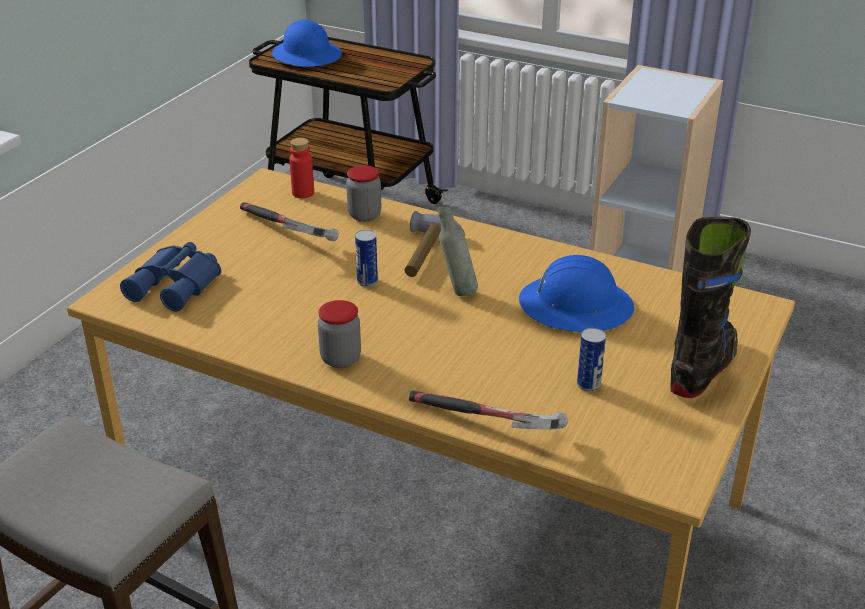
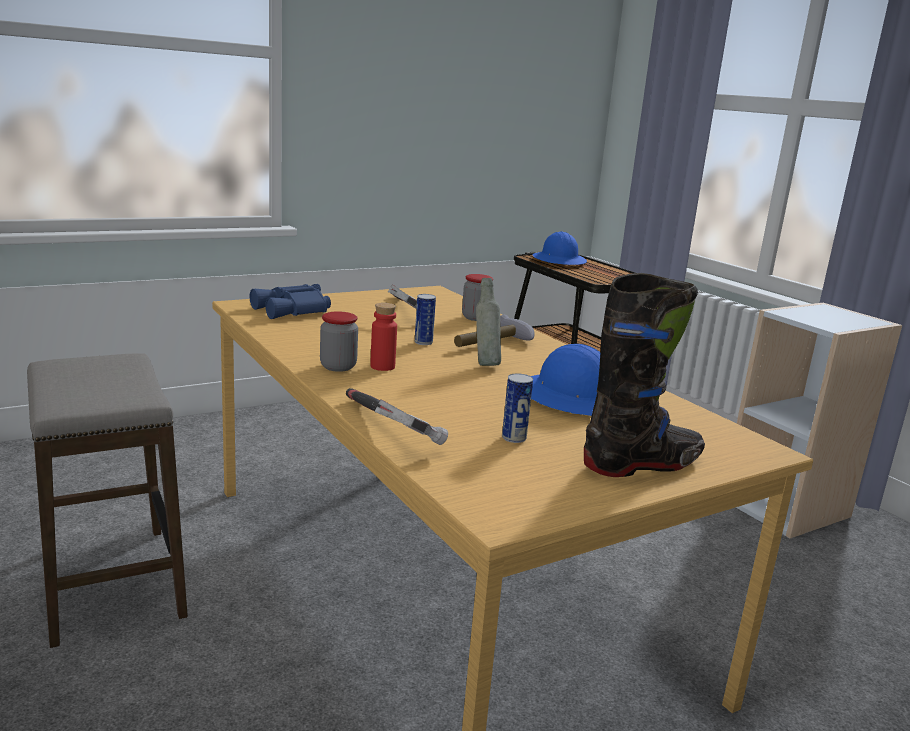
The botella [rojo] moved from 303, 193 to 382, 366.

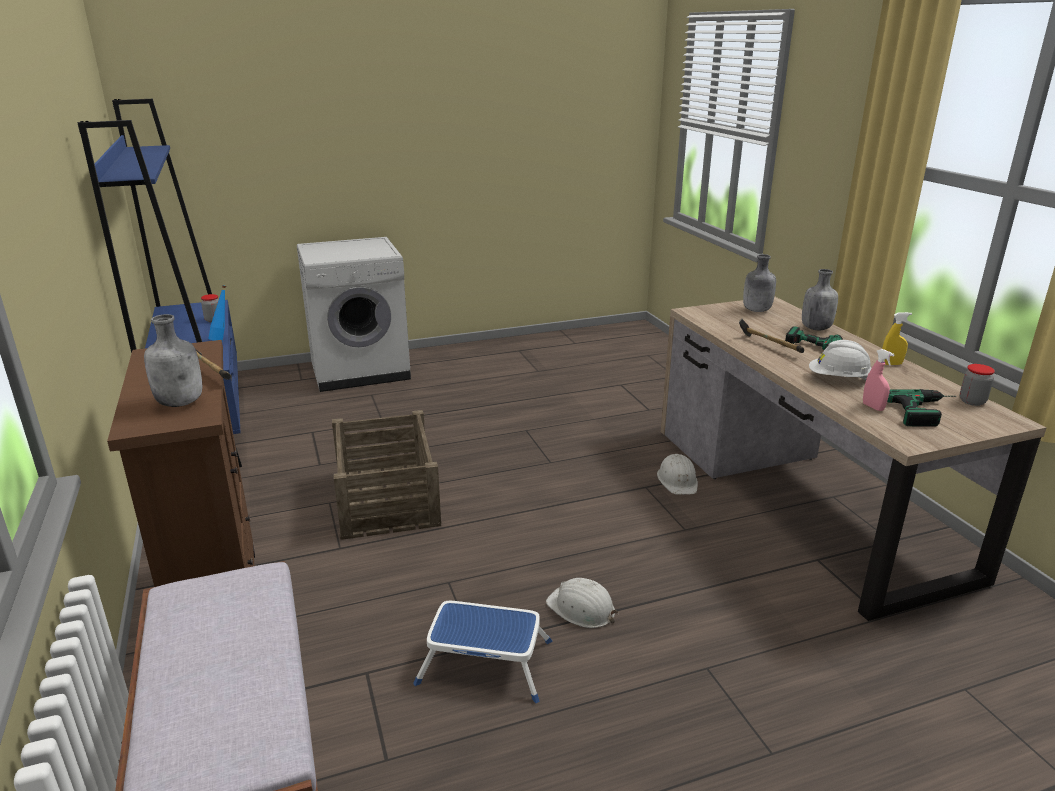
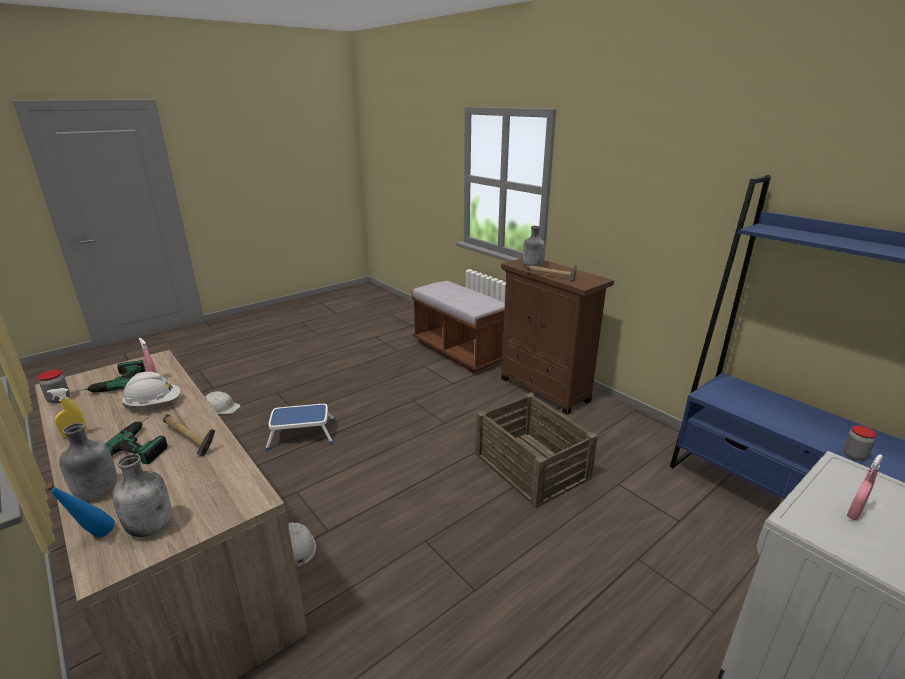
The botella [azul] moved from 222, 339 to 94, 539.
The casco [blanco] moved from 581, 609 to 220, 408.
The escalera de tijera [azul] moved from 485, 662 to 301, 434.
The pulverizador [rosa] at 854, 513 appeared.

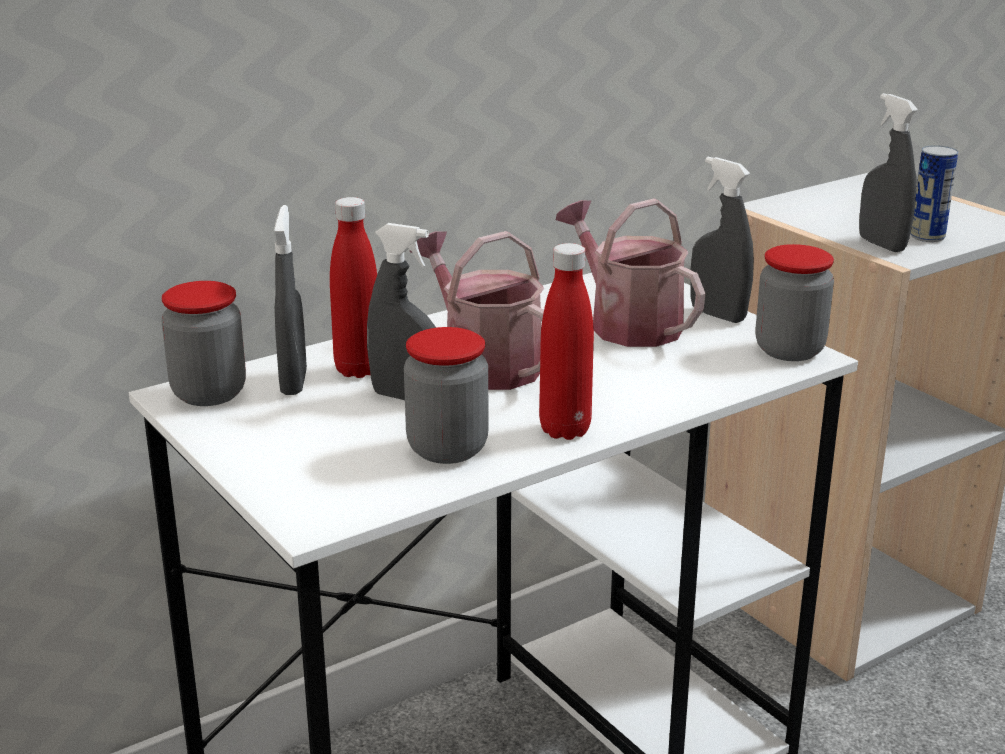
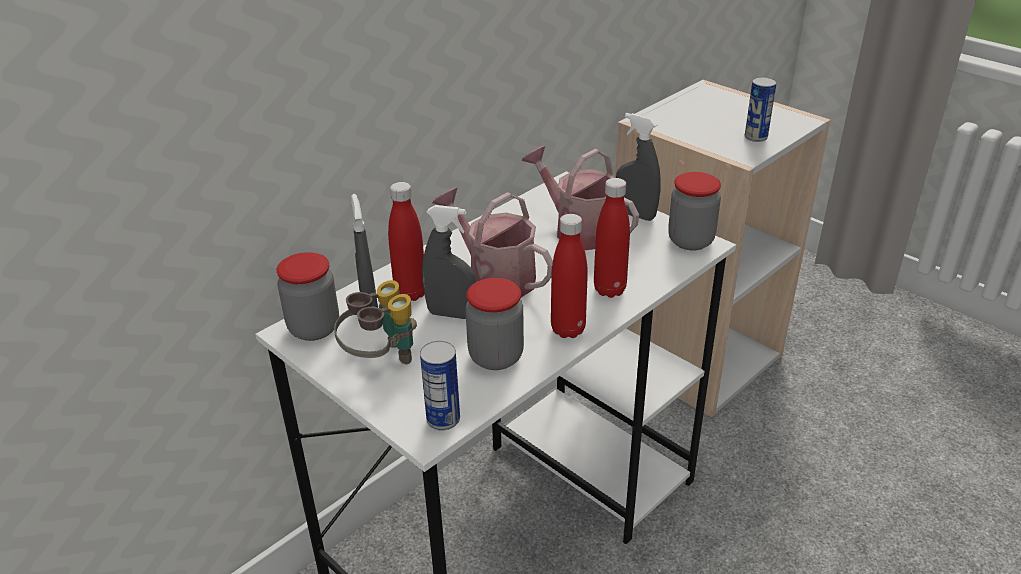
The pulverizador [gris] at 881, 244 disappeared.
The botella [rojo] at 609, 290 appeared.
The prismáticos at 381, 360 appeared.
The lata at 443, 419 appeared.

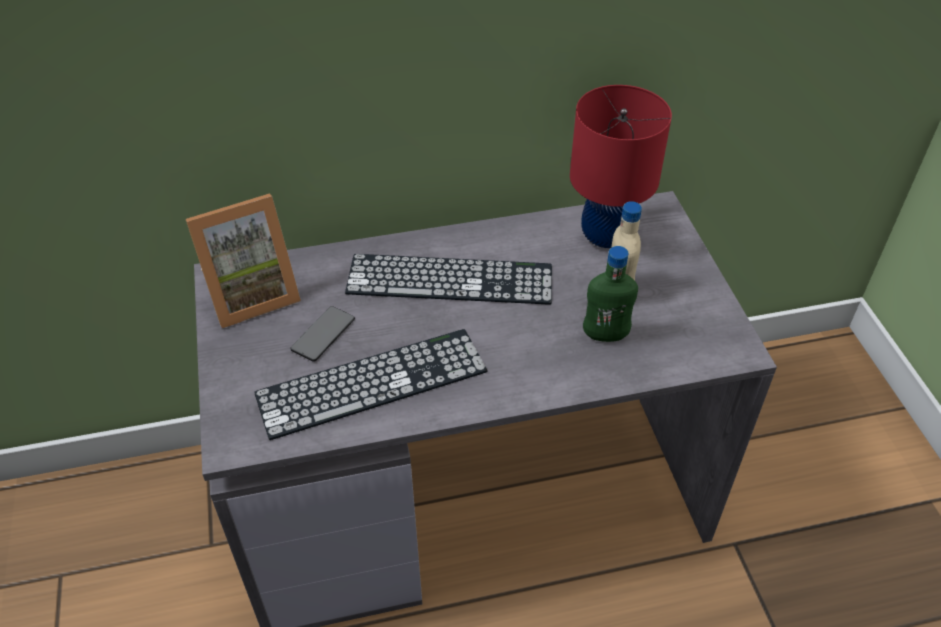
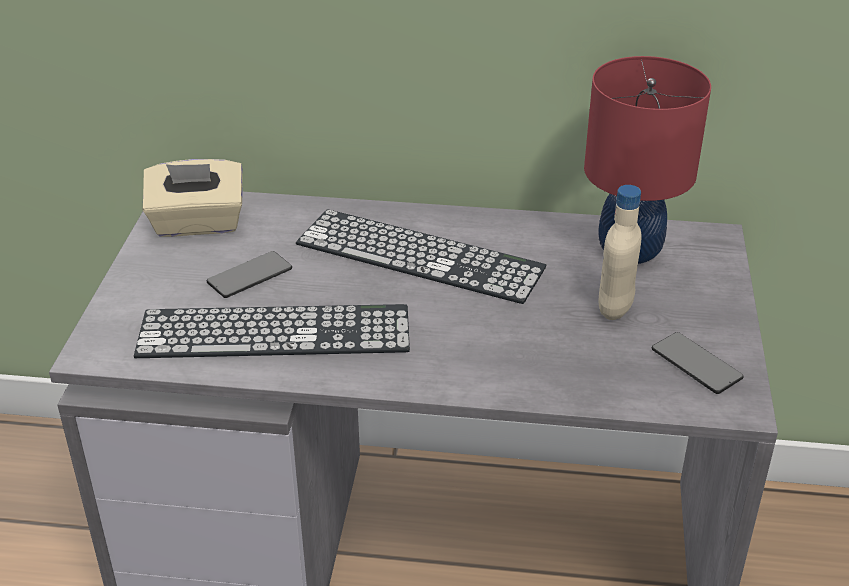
The portarretratos at 251, 294 was replaced by the caja de pañuelos [beis] at 197, 224.
The botella [verde] at 605, 335 disappeared.
The móvil at 696, 364 appeared.

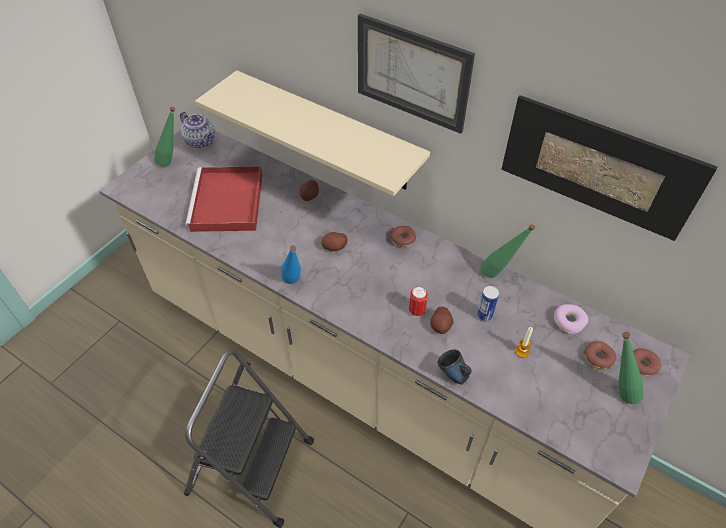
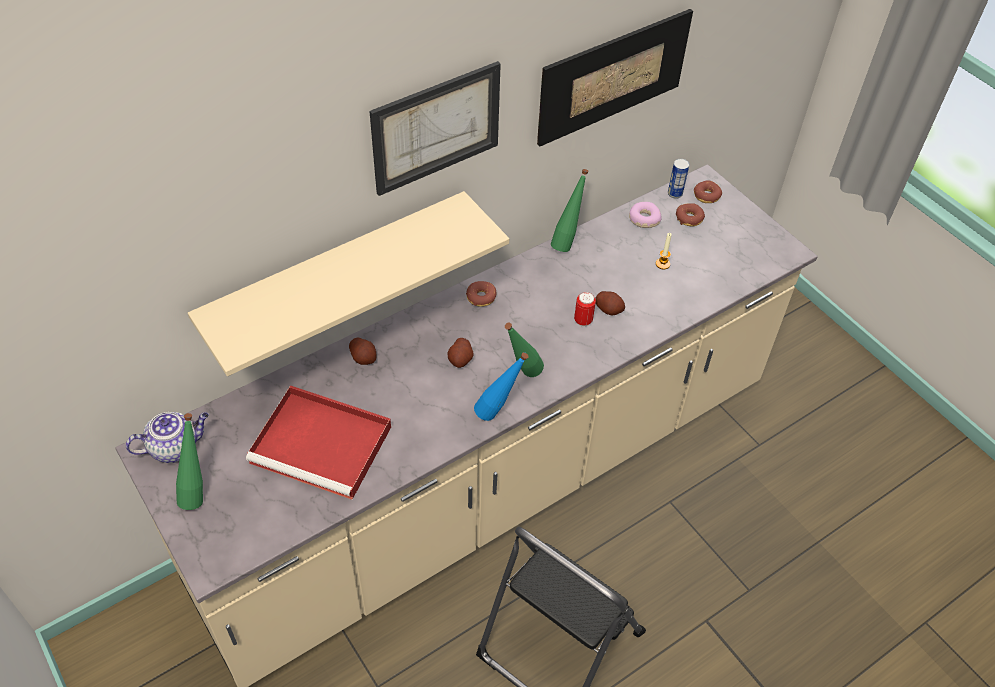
The lata moved from 484, 316 to 675, 194.
The botella [verde] moved from 617, 390 to 521, 375.
The taza grande [azul] at 452, 376 disappeared.

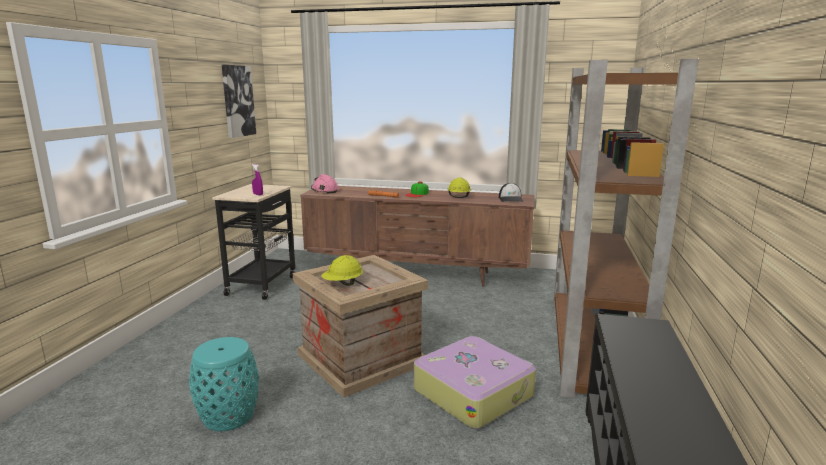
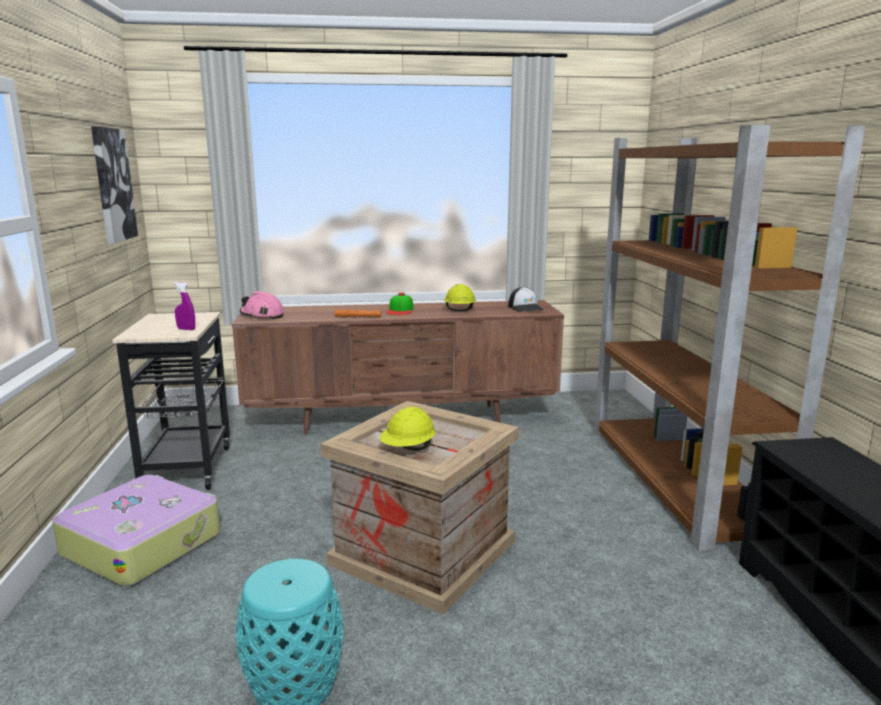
The maleta moved from 473, 392 to 143, 543.

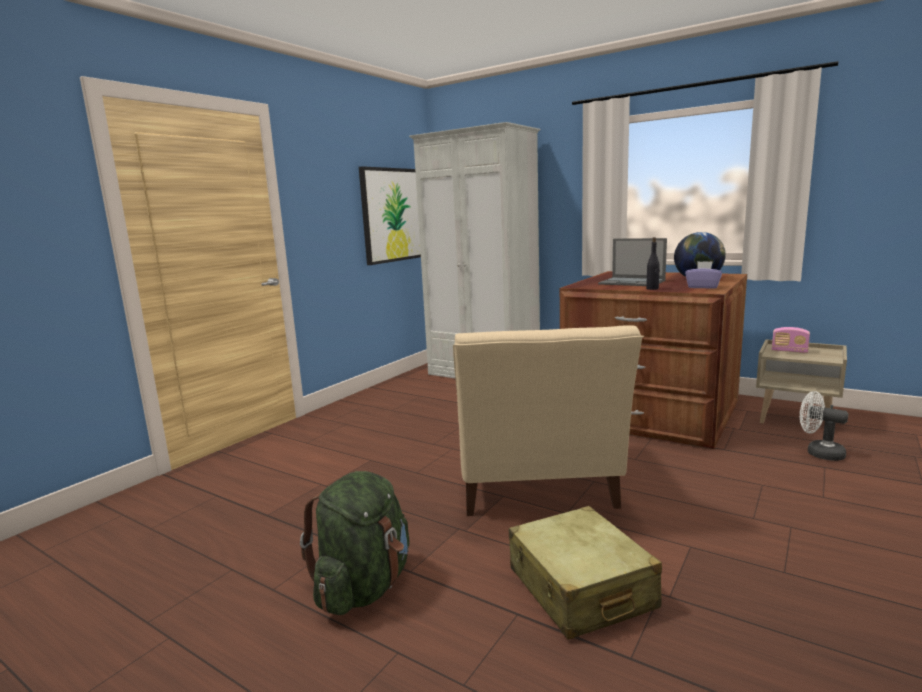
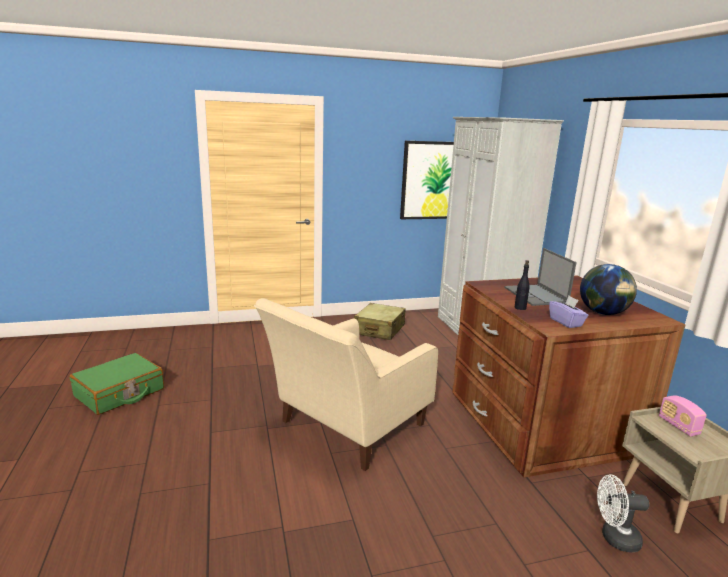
The ventilador [blanco] at 819, 453 turned 75 degrees counterclockwise.
The mochila [verde] at 364, 587 disappeared.
The maleta [beis] moved from 580, 588 to 379, 330.
The maleta [verde] at 120, 393 appeared.

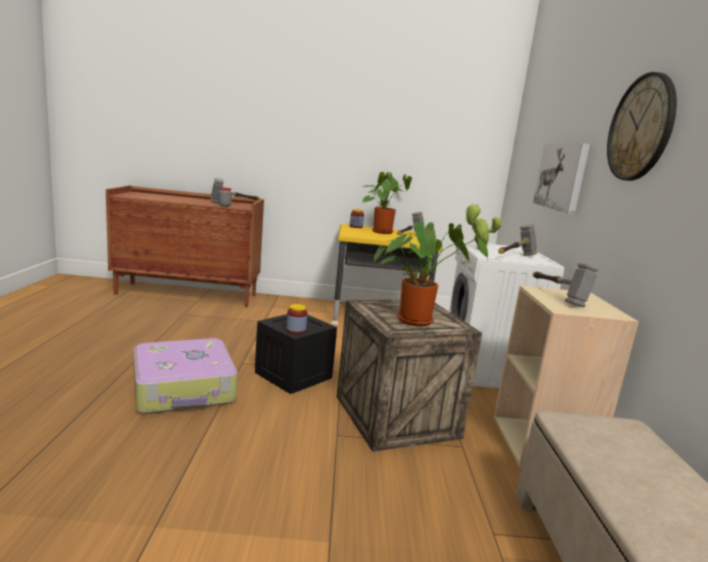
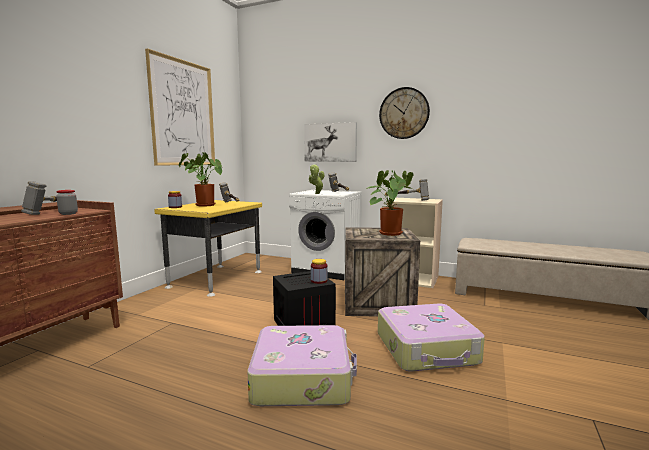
The cuadro at 183, 113 appeared.
The maleta at 427, 349 appeared.

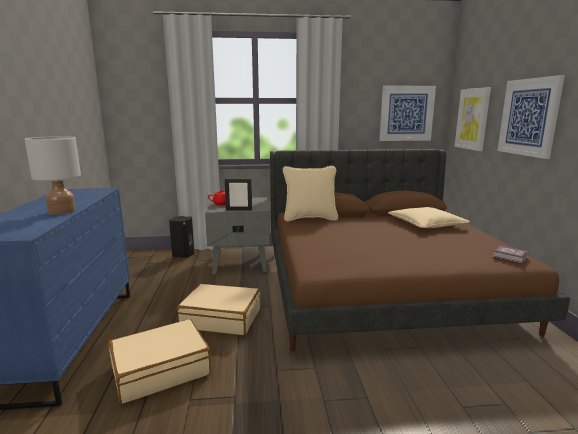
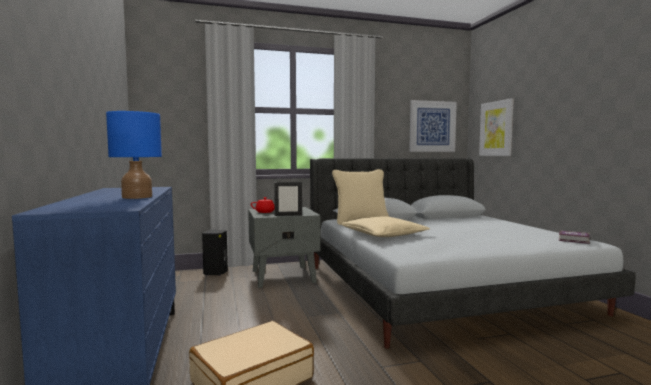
The cuadro at 528, 117 disappeared.
The lámpara de mesa [gris] at 62, 211 became the lámpara de mesa [azul] at 137, 197.
The cama [marrón] at 380, 287 became the cama [gris] at 439, 288.
The cojín [beis] moved from 426, 223 to 383, 234.
The maleta [beis] at 221, 318 disappeared.

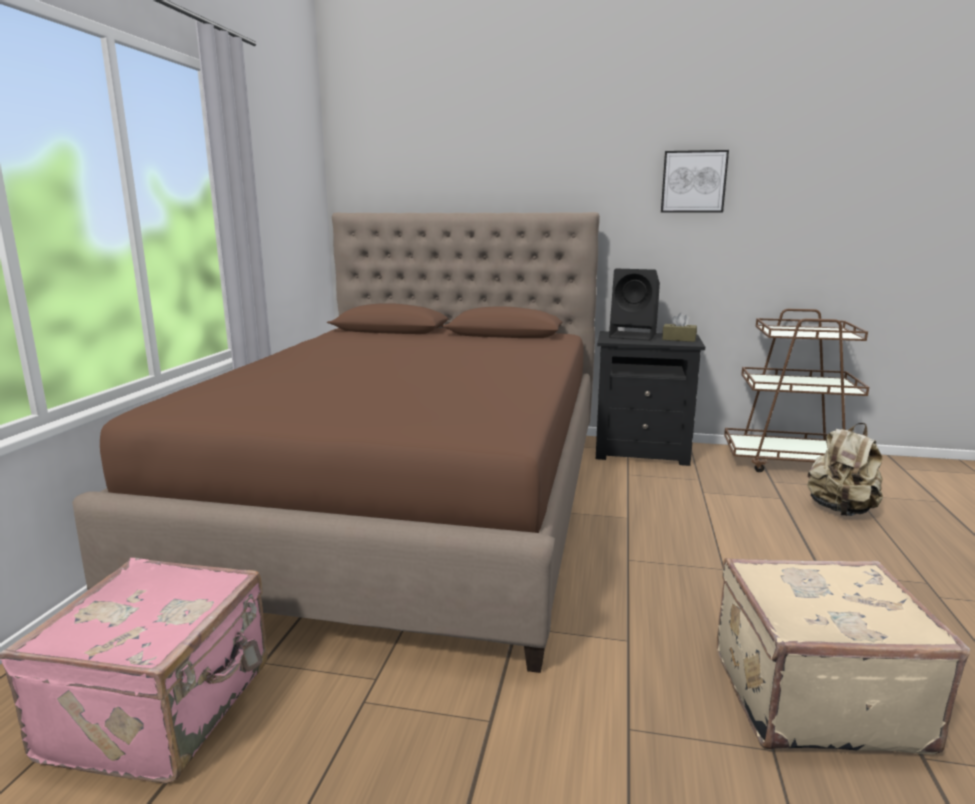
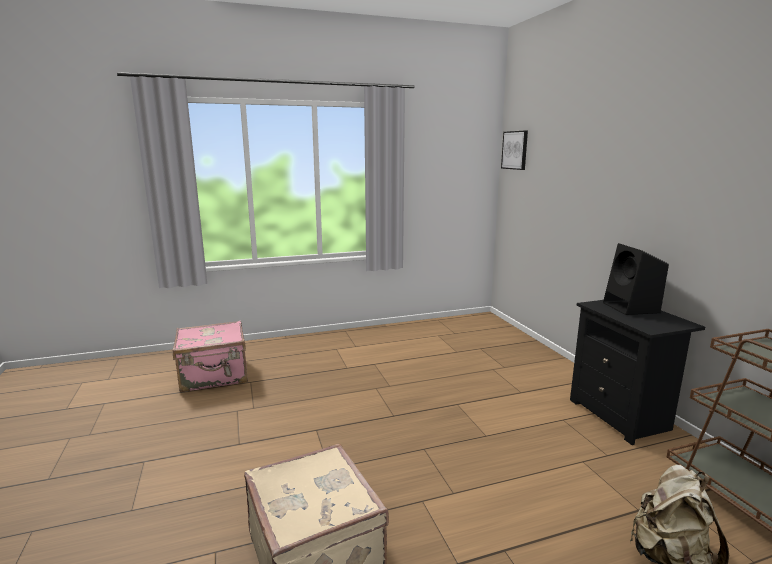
The cuadro moved from 693, 182 to 515, 150.
The cama [marrón] at 412, 501 disappeared.
The caja de pañuelos [marrón] at 679, 339 disappeared.

